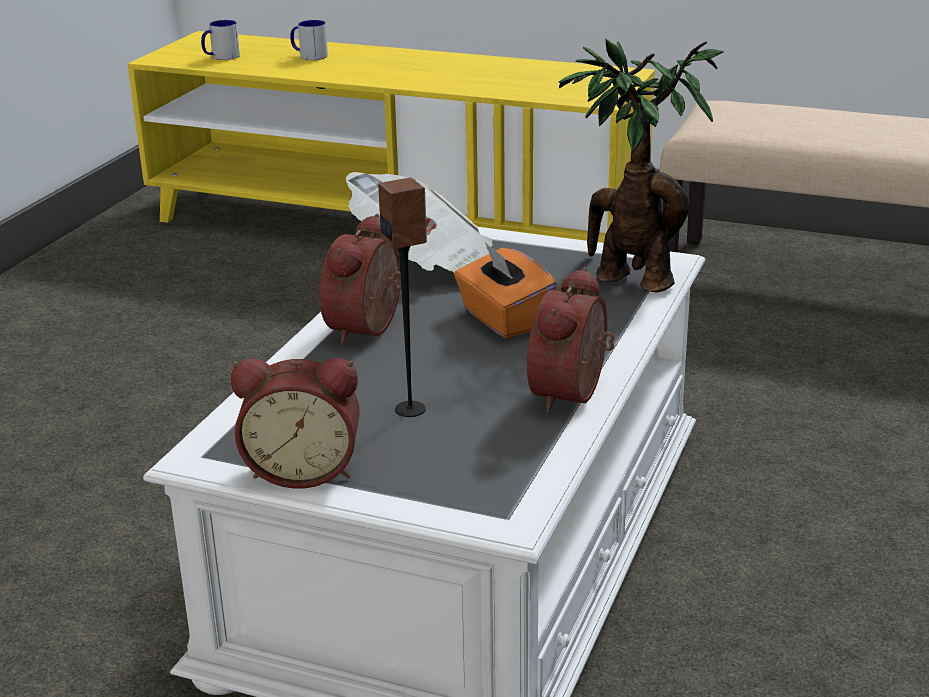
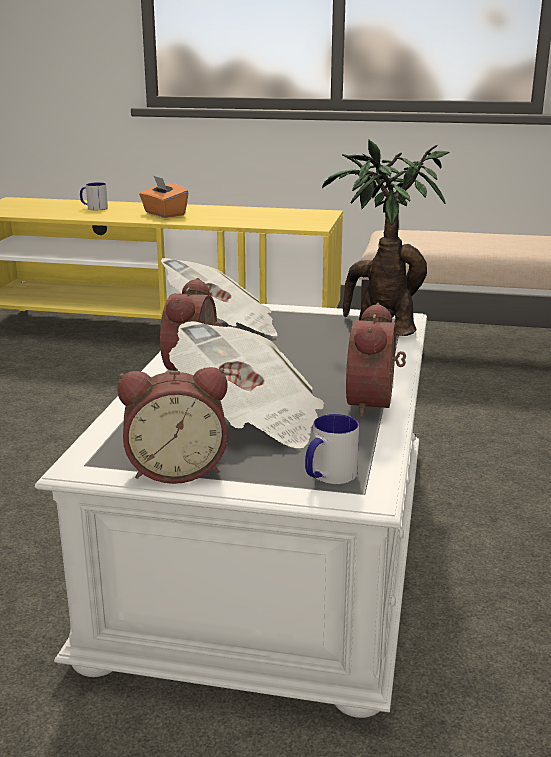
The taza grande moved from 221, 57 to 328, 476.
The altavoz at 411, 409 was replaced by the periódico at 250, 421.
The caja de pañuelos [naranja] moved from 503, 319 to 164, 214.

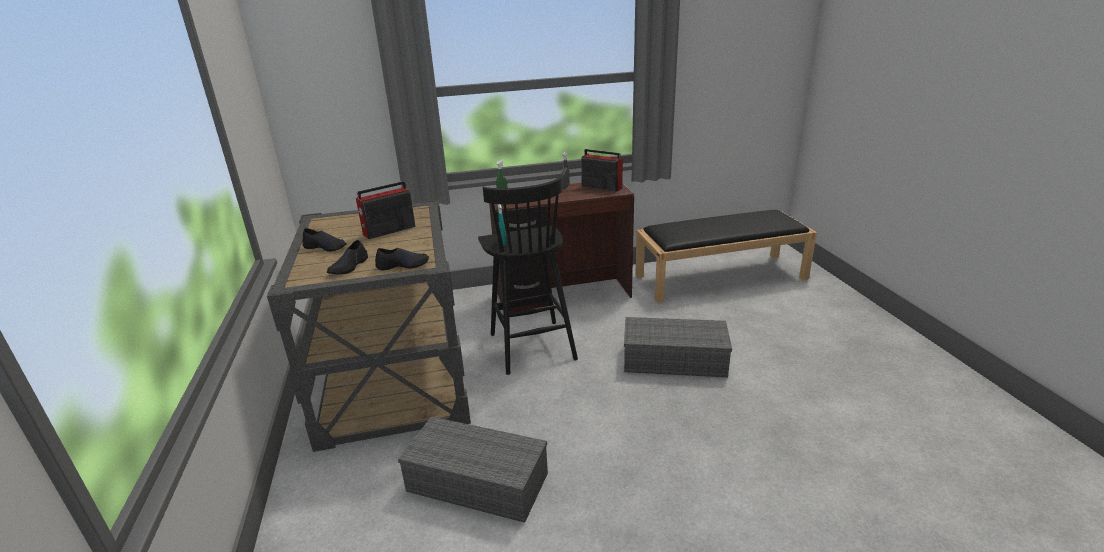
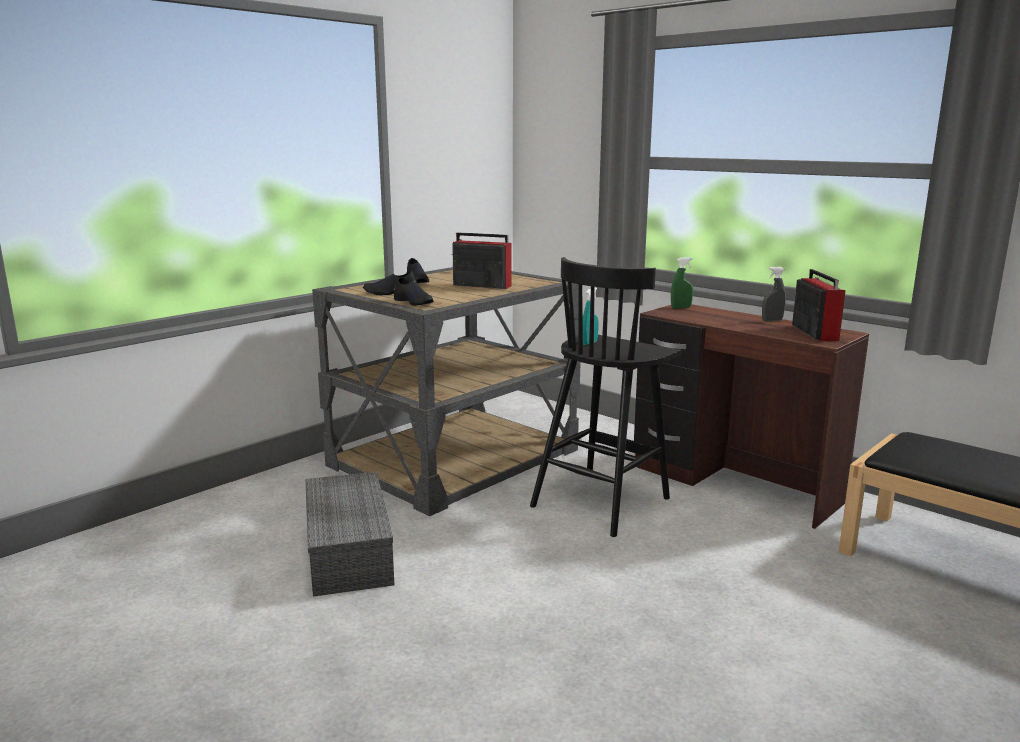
The caja de almacenaje [gris] at 675, 359 disappeared.

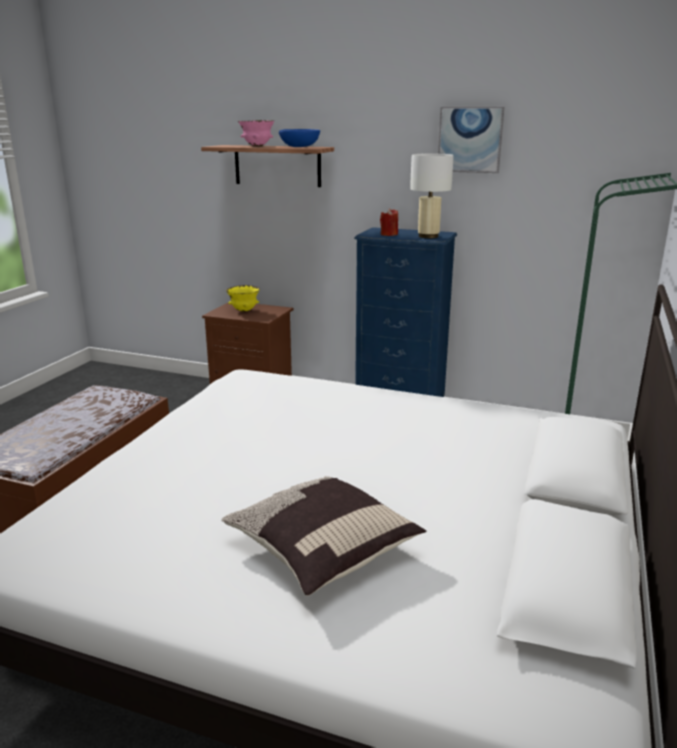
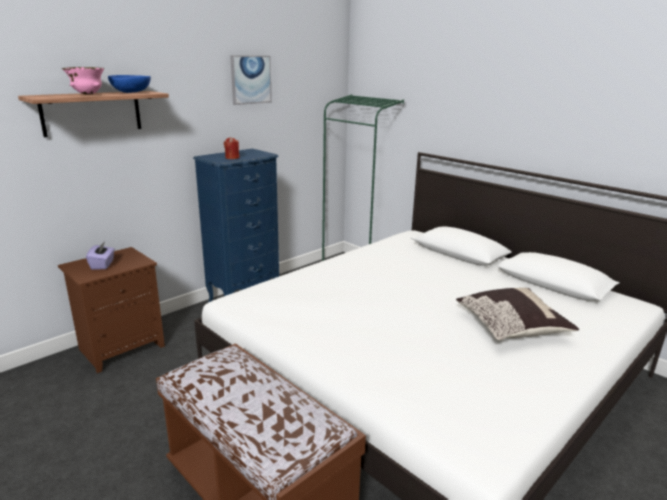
The lámpara de mesa [blanco] at 429, 236 disappeared.
The cuenco [amarillo] at 244, 311 was replaced by the caja de pañuelos [morado] at 103, 265.

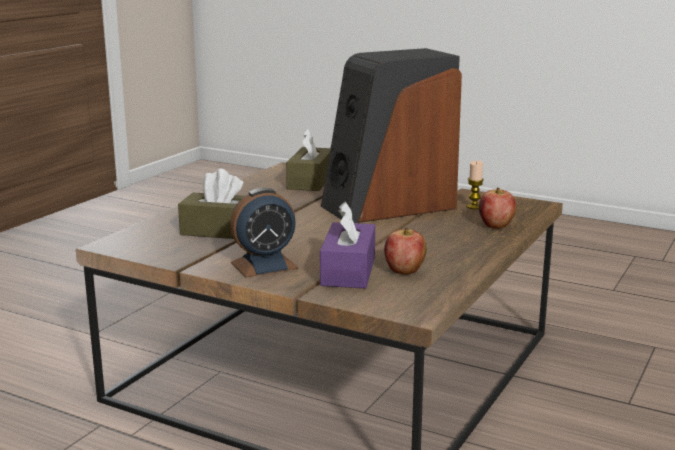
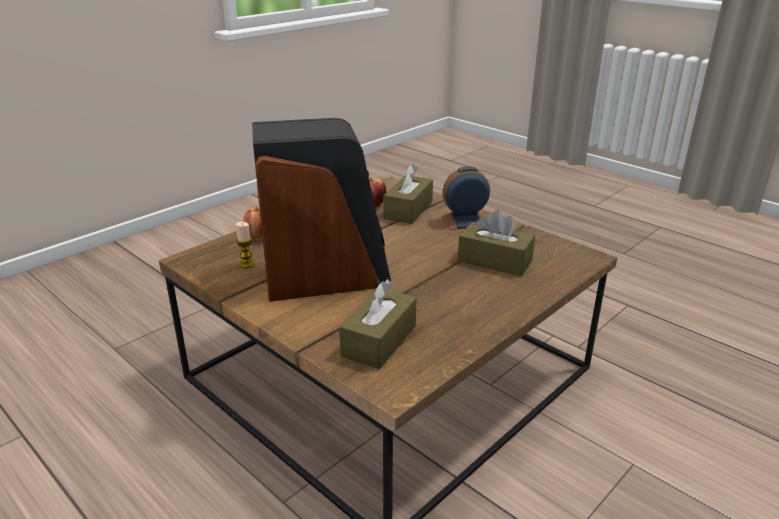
The caja de pañuelos [morado] at 348, 271 became the caja de pañuelos [marrón] at 408, 210.

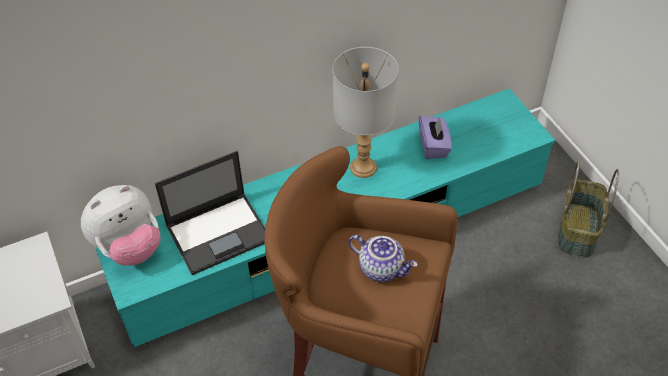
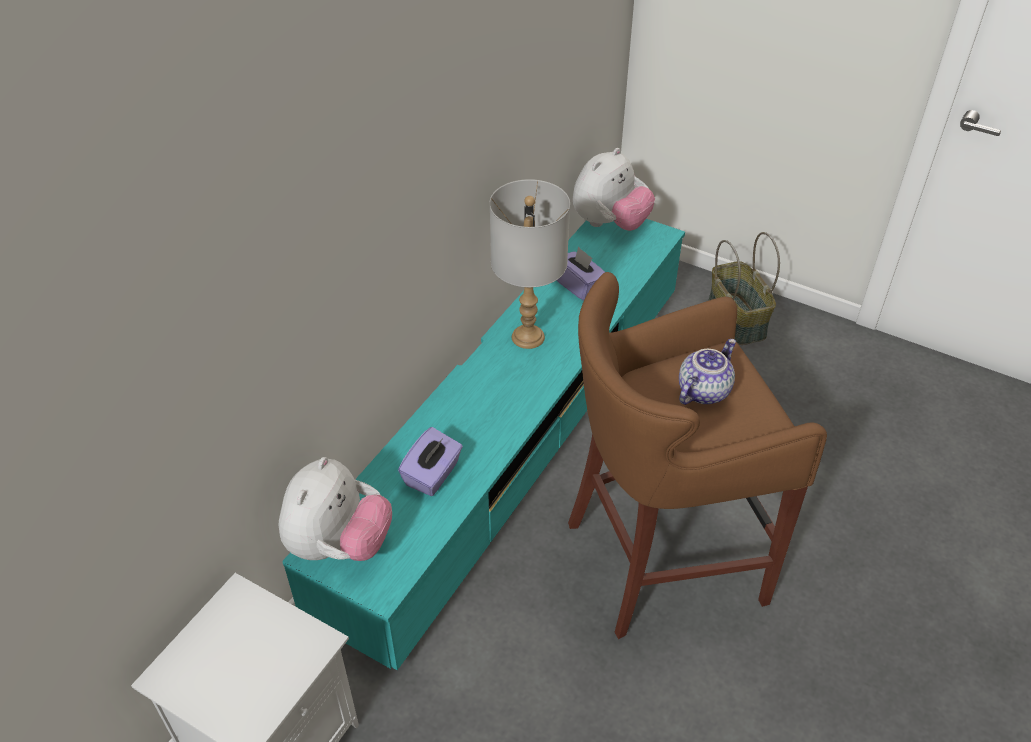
The portátil at 219, 232 was replaced by the caja de pañuelos [morado] at 432, 475.
The tetera at 382, 268 turned 45 degrees counterclockwise.
The peluche at 610, 224 appeared.

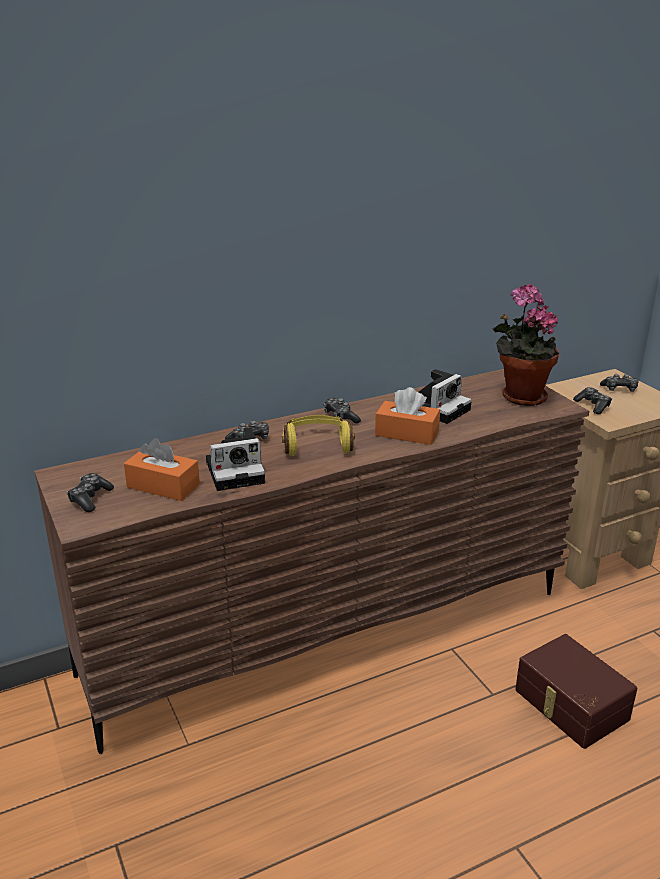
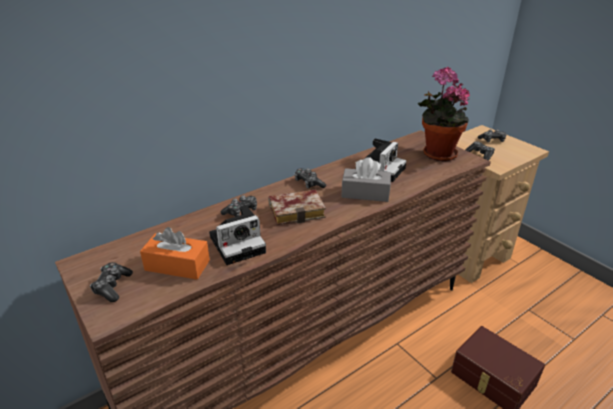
The caja de pañuelos [naranja] at 407, 433 became the caja de pañuelos [gris] at 365, 193.
The auriculares [amarillo] at 317, 445 was replaced by the libro at 298, 210.

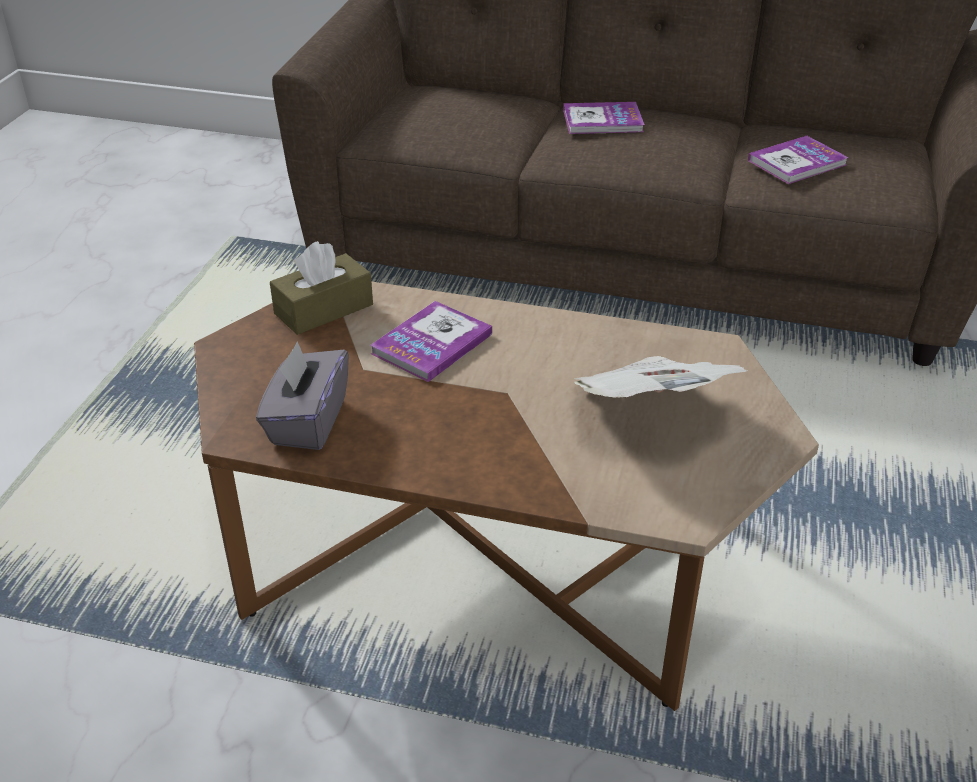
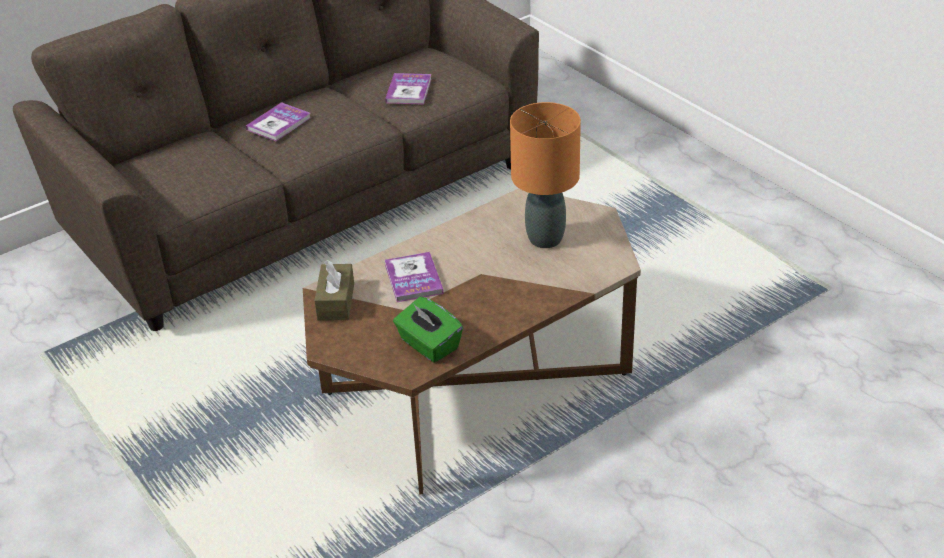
The caja de pañuelos [gris] at 307, 422 became the caja de pañuelos [verde] at 428, 345.
The periódico at 652, 411 was replaced by the lámpara de mesa [naranja] at 544, 239.

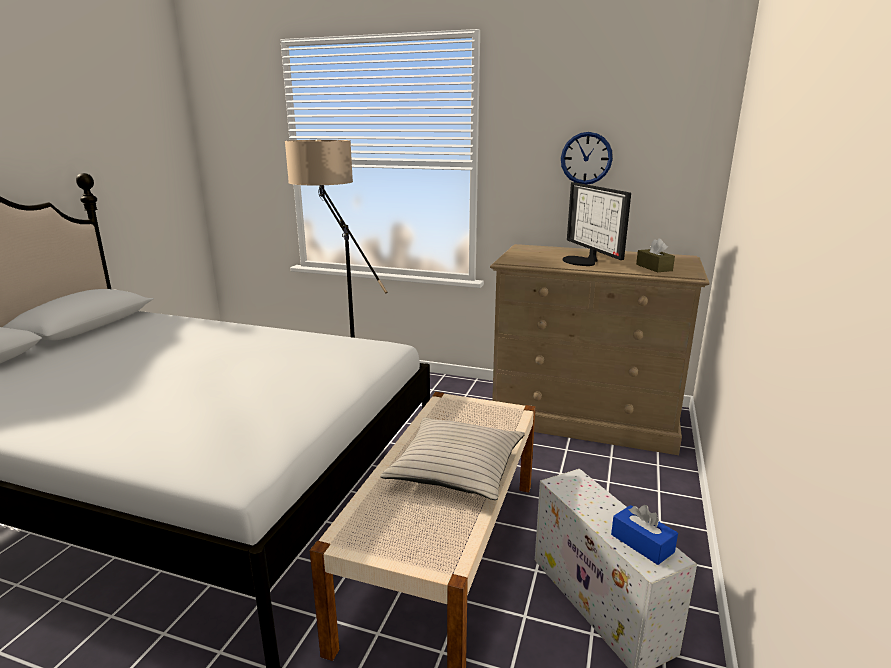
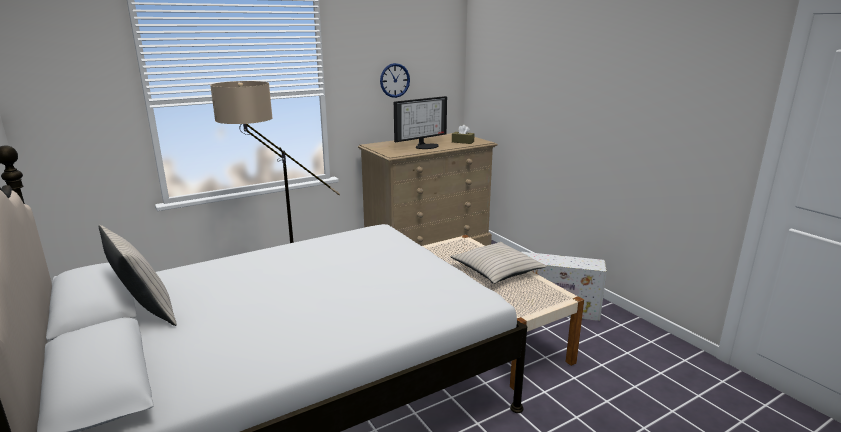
The monitor at 583, 261 turned 60 degrees counterclockwise.
The caja de pañuelos [azul] at 642, 543 disappeared.
The cojín [beis] at 145, 312 appeared.

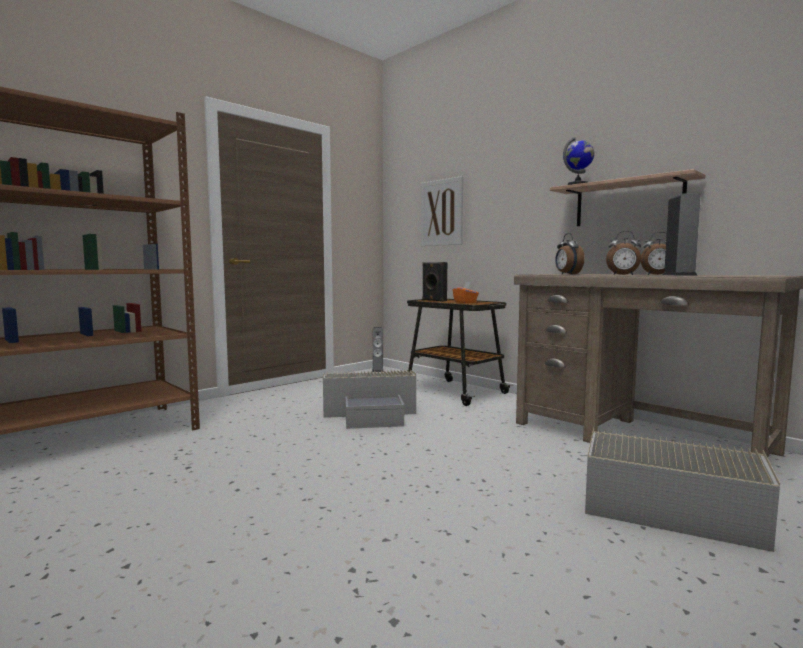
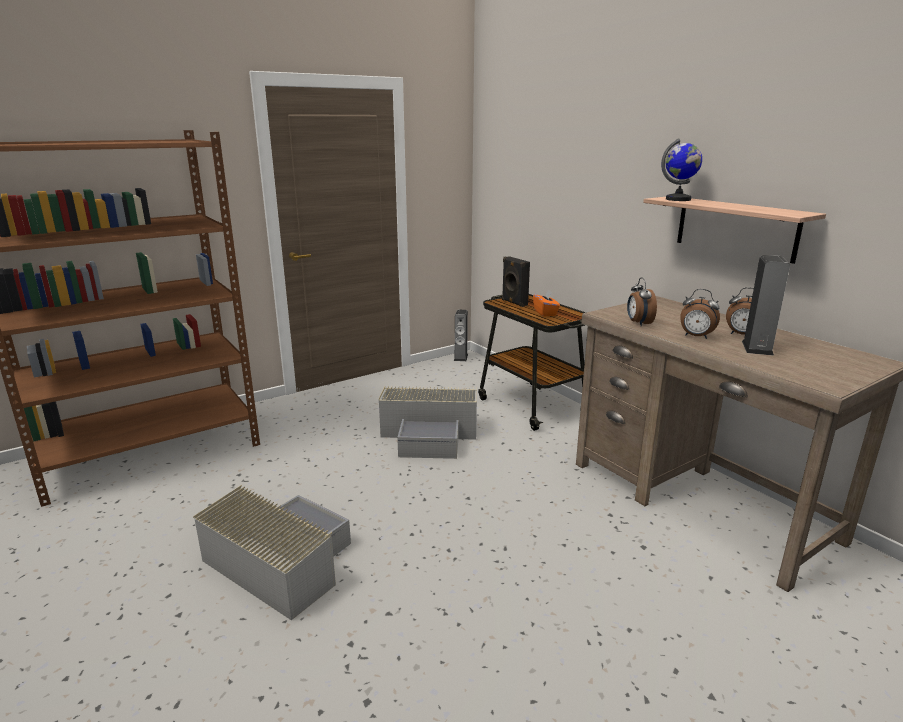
The cuadro at 441, 213 disappeared.
The caja de almacenaje [gris] moved from 665, 506 to 279, 562.

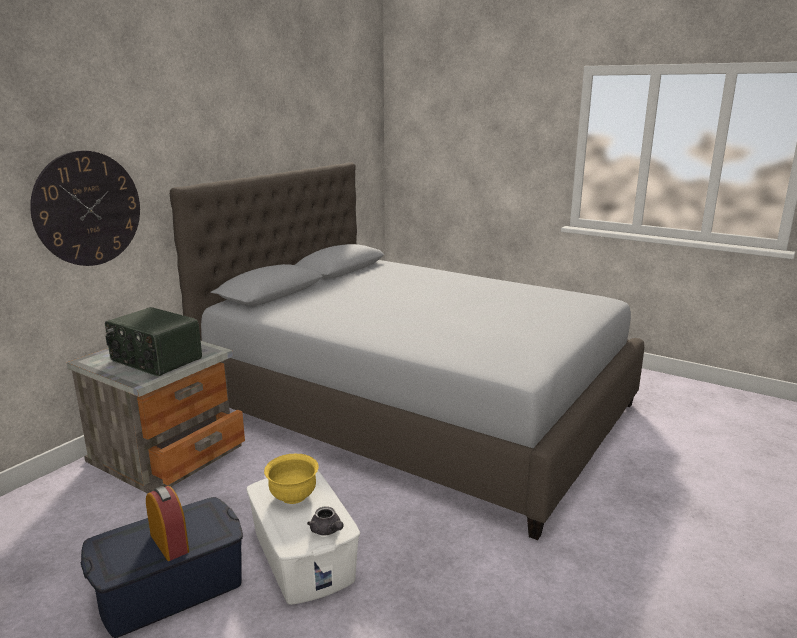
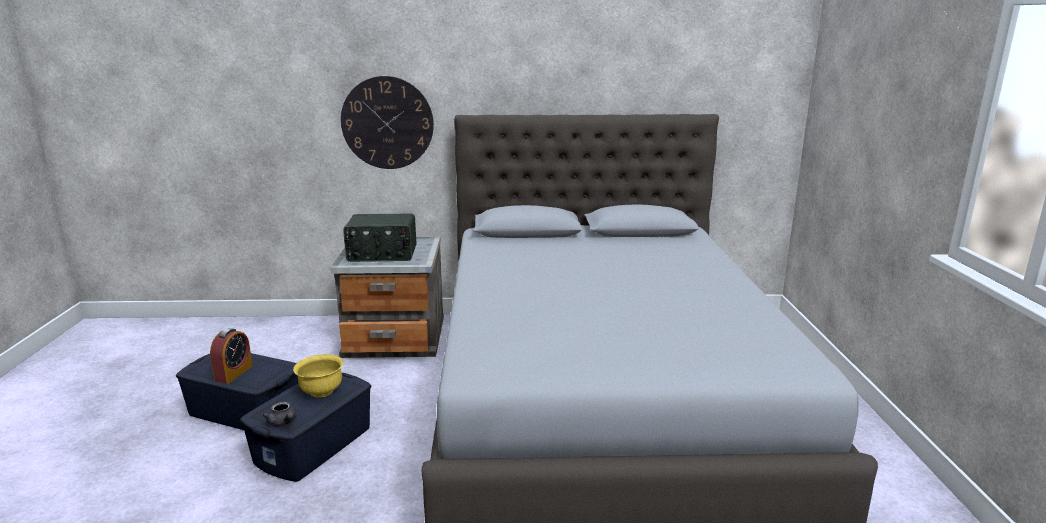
The radio at 155, 360 turned 90 degrees counterclockwise.
The caja de almacenaje [blanco] at 303, 555 became the caja de almacenaje [azul] at 314, 445.
The tetera [gris] at 327, 531 turned 60 degrees counterclockwise.

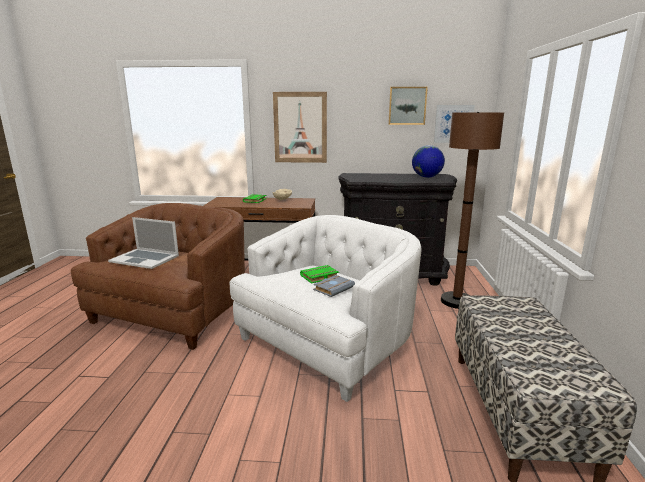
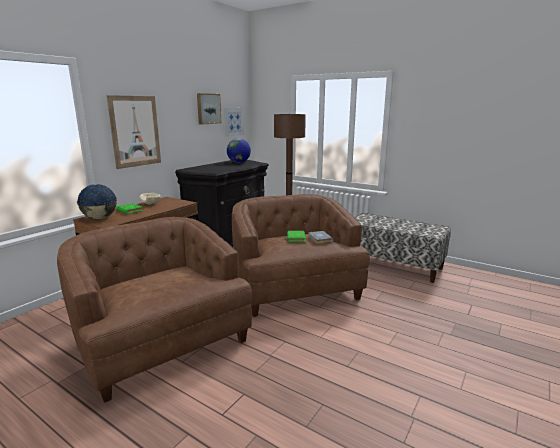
The sillón [blanco] at 327, 344 became the sillón [marrón] at 294, 289.
The portátil at 145, 258 disappeared.
The globo terráqueo at 100, 218 appeared.

